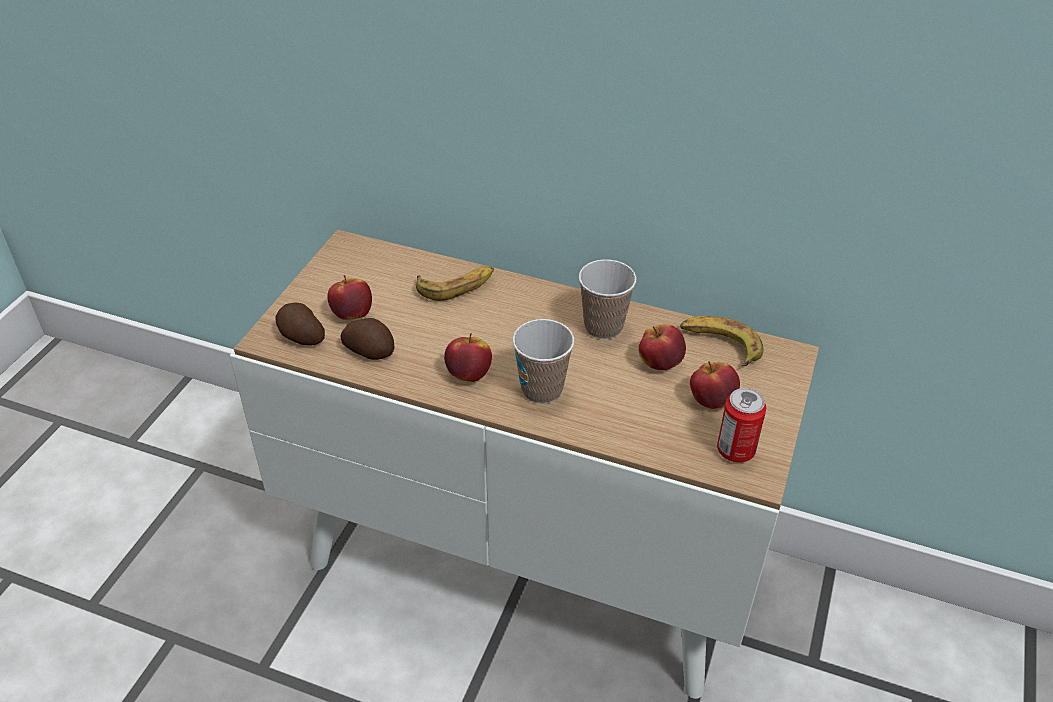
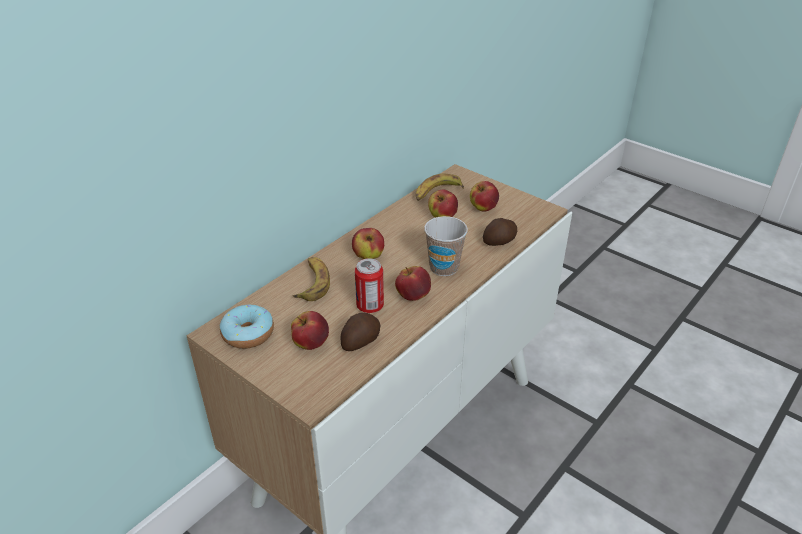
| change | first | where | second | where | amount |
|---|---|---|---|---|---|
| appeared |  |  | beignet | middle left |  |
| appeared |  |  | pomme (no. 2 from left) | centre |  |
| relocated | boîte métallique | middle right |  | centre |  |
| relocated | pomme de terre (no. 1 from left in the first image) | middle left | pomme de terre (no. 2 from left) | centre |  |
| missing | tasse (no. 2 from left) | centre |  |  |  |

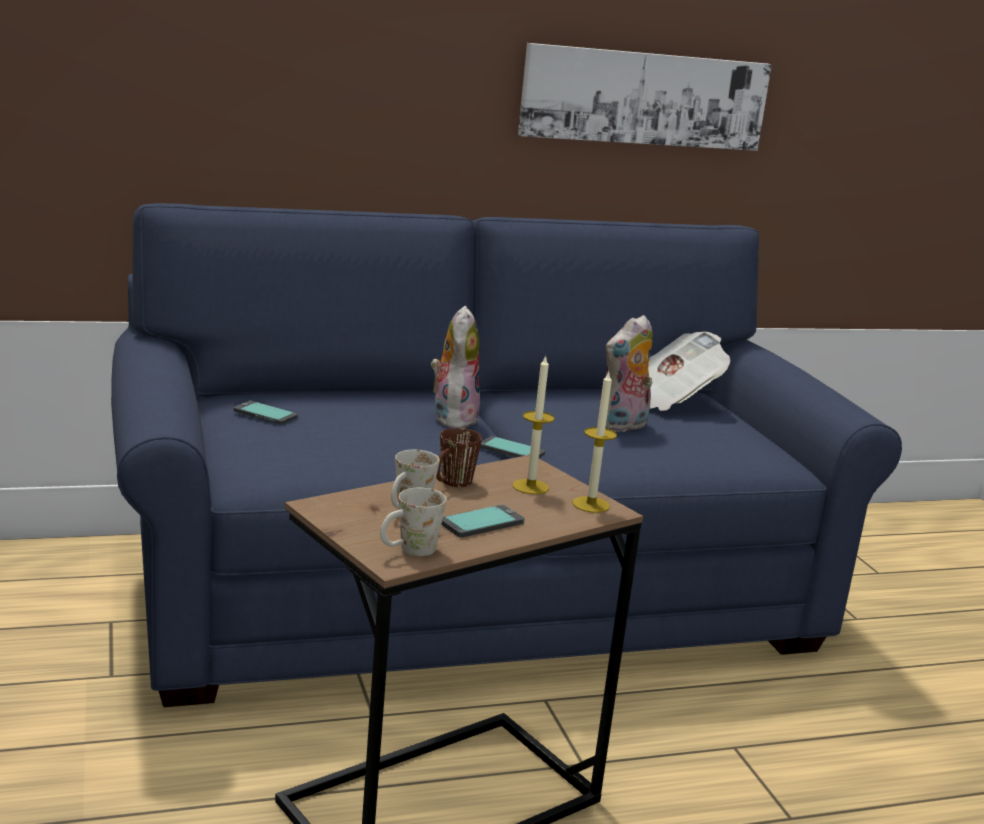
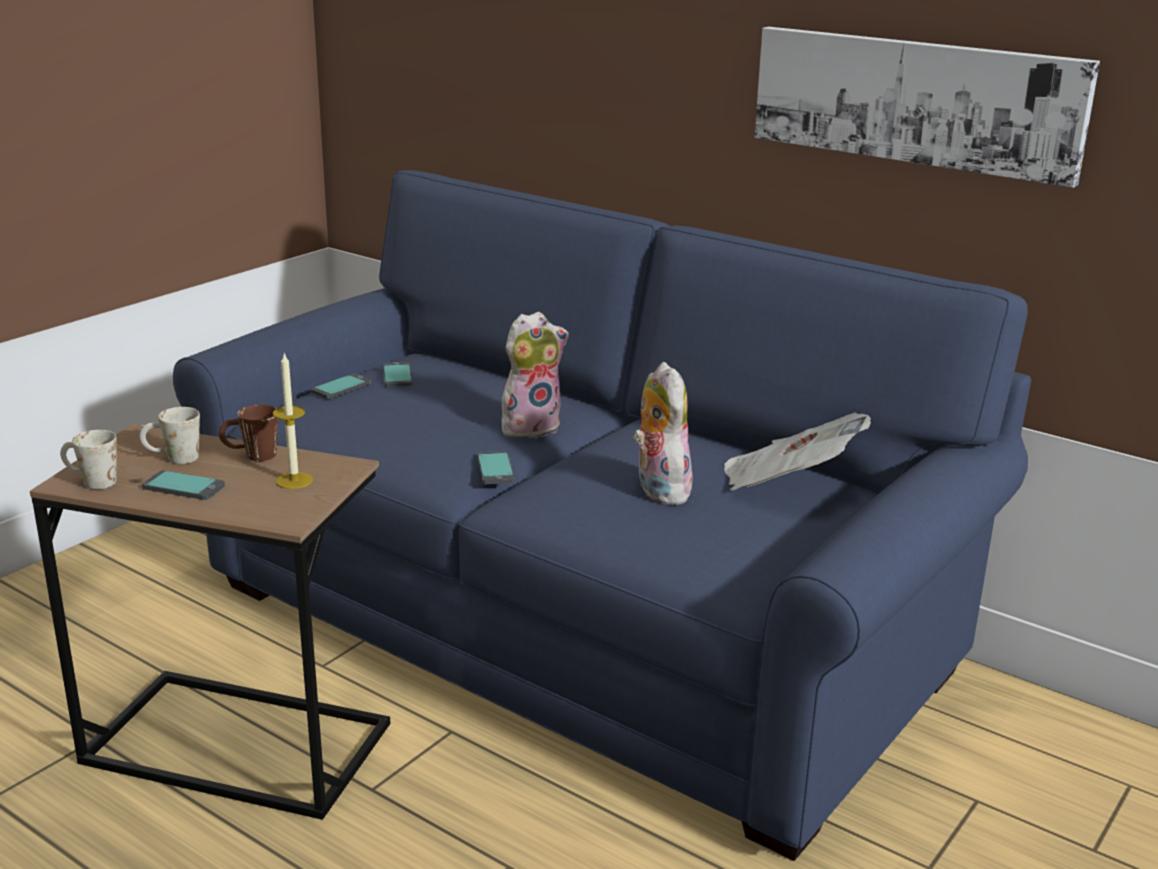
| change | first | where | second | where | amount |
|---|---|---|---|---|---|
| appeared |  |  | téléphone (no. 2 from left) | middle left |  |
| spun | peluche (no. 2 from left) | centre |  | centre | 60 degrees clockwise |
| missing | bougie (no. 2 from left) | centre |  |  |  |

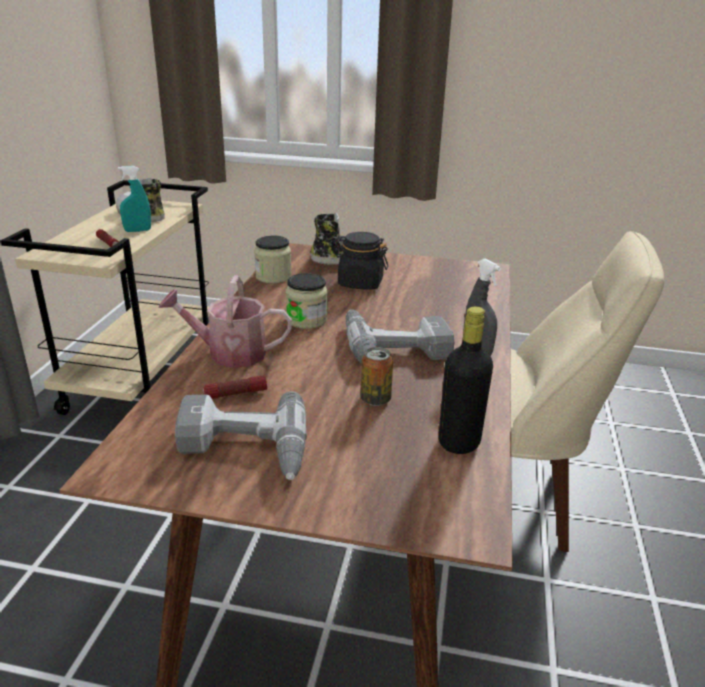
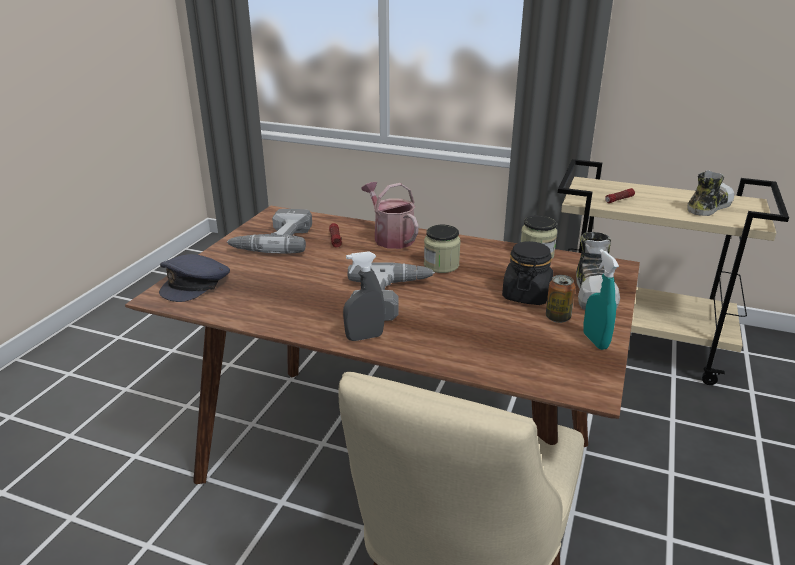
| change | first | where | second | where | amount |
|---|---|---|---|---|---|
| appeared |  |  | casquette/gris | middle left |  |
| spun | arrosoir | middle left |  | centre | 45 degrees counterclockwise |
| relocated | boîte métallique | centre |  | middle right |  |
| relocated | vaporisateur/turquoise | top left |  | middle right |  |
| missing | bouteille/noir | centre |  |  |  |

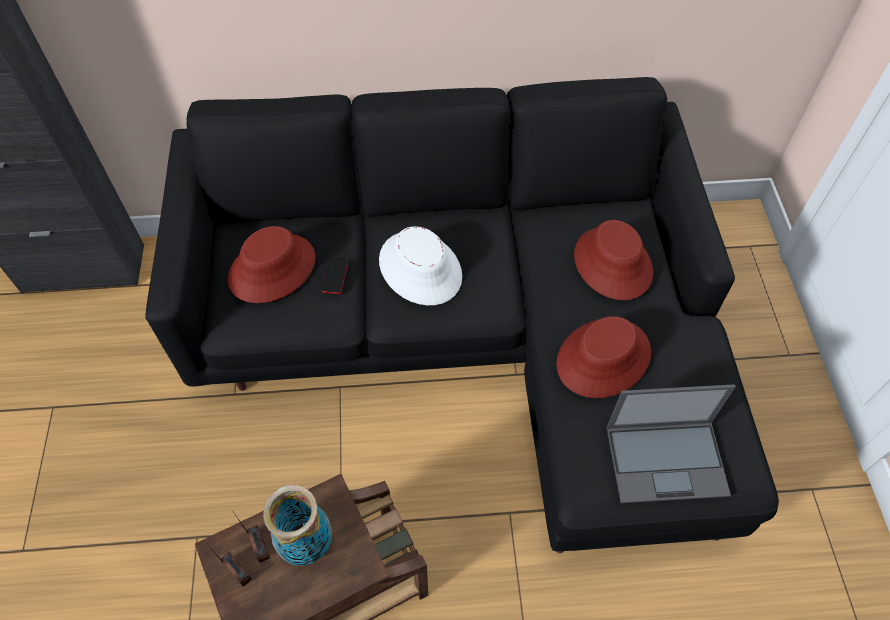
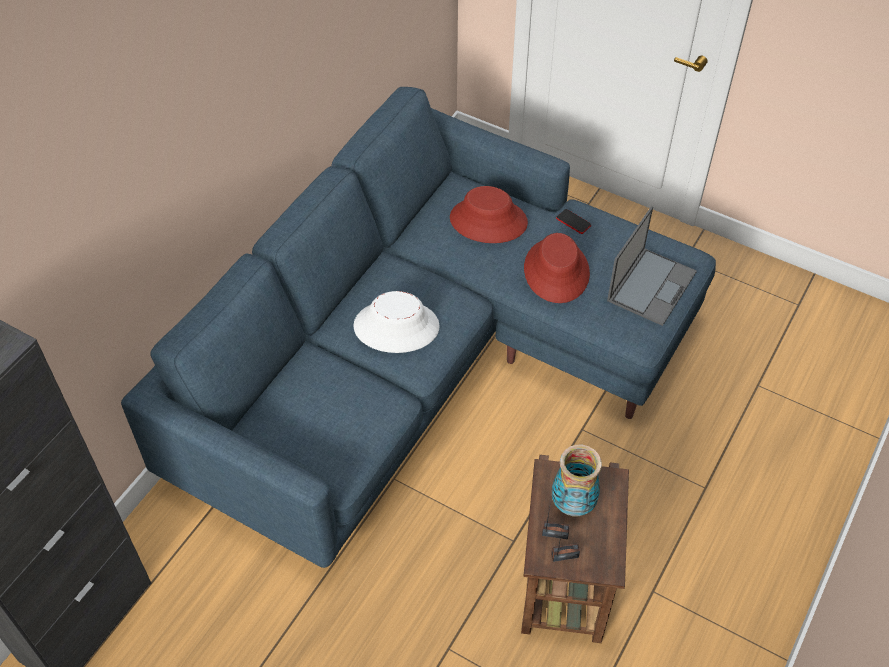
| change | first | where | second | where | amount |
|---|---|---|---|---|---|
| colour | canapé/noir | centre | canapé/bleu | centre |  |
| relocated | téléphone | centre |  | top centre |  |
| missing | chapeau/rouge (no. 1 from left) | middle left |  |  |  |

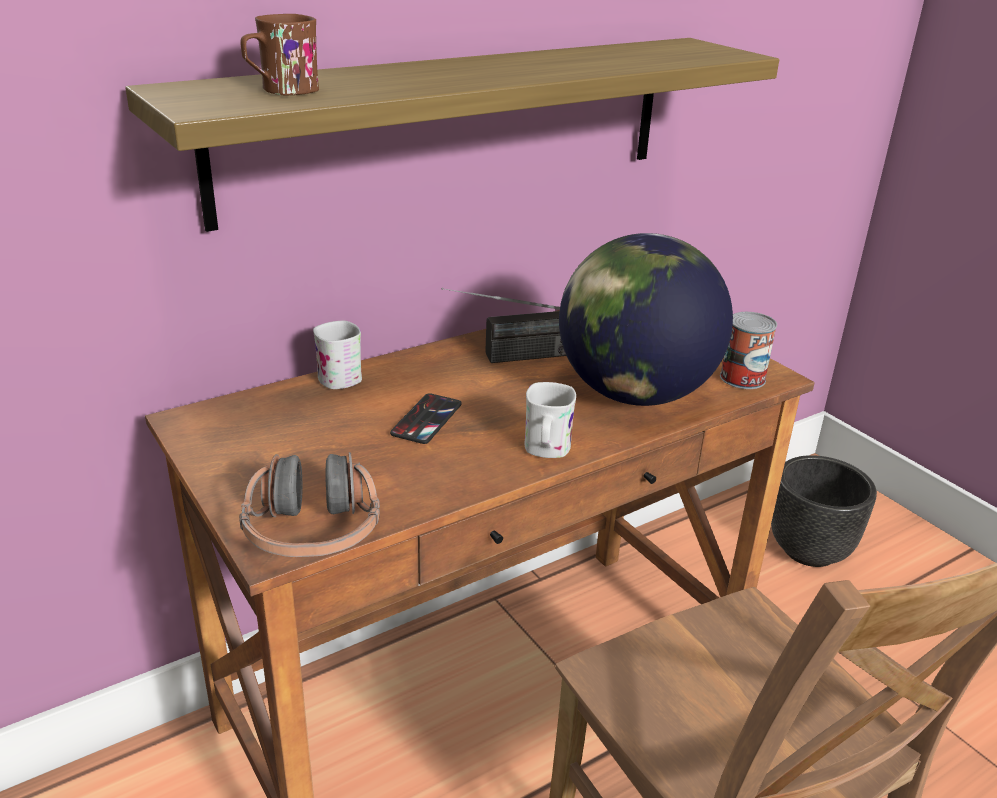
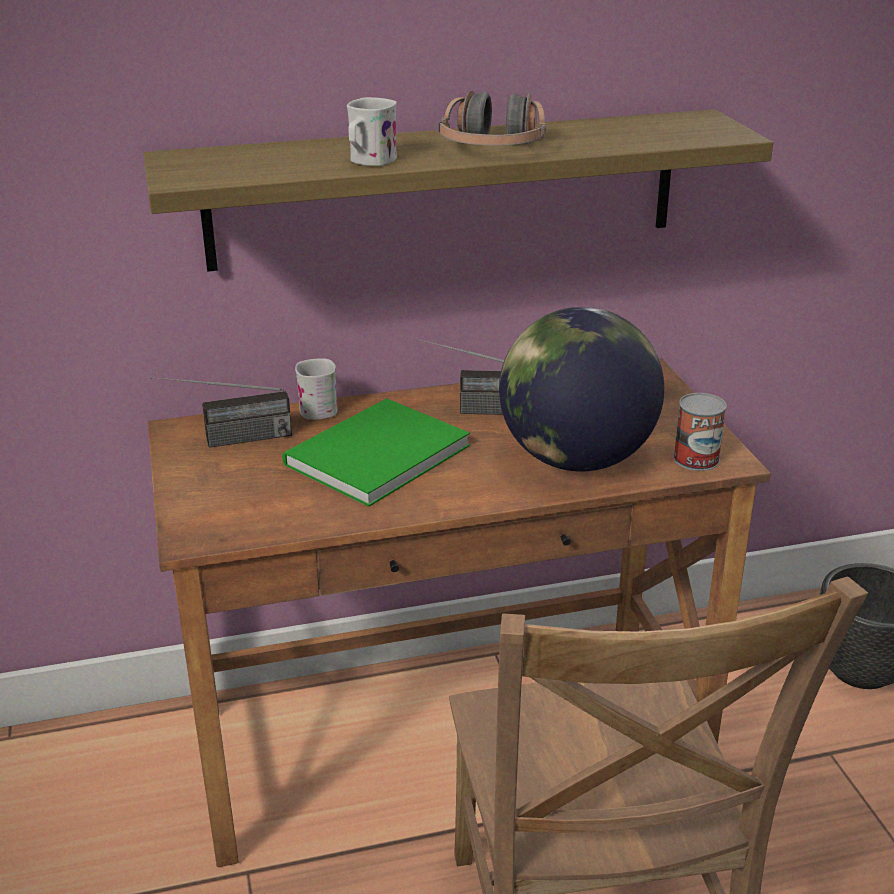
| change | first | where | second | where | amount |
|---|---|---|---|---|---|
| appeared |  |  | radio (no. 1 from left) | middle left |  |
| exchanged | téléphone | centre | livre/vert | centre |  |
| relocated | mug/blanc (no. 2 from left) | centre |  | top centre |  |
| relocated | casque audio | middle left |  | top centre |  |
| missing | mug/marron | top left |  |  |  |

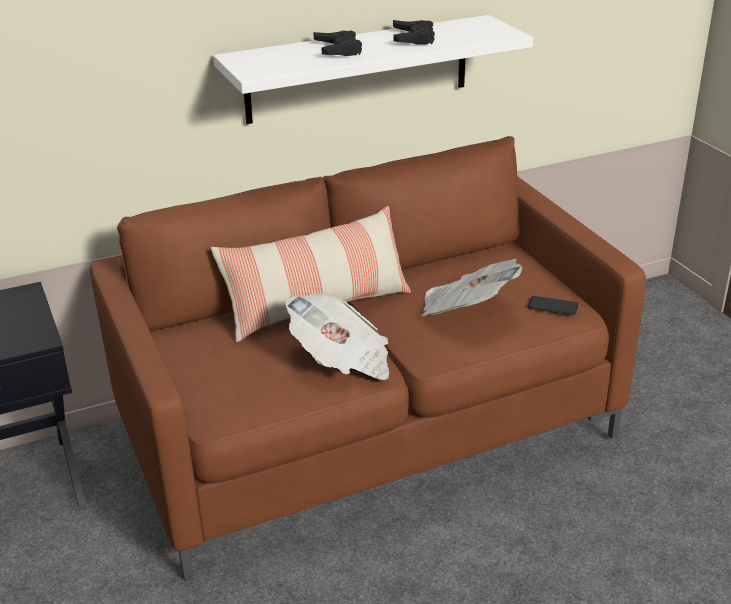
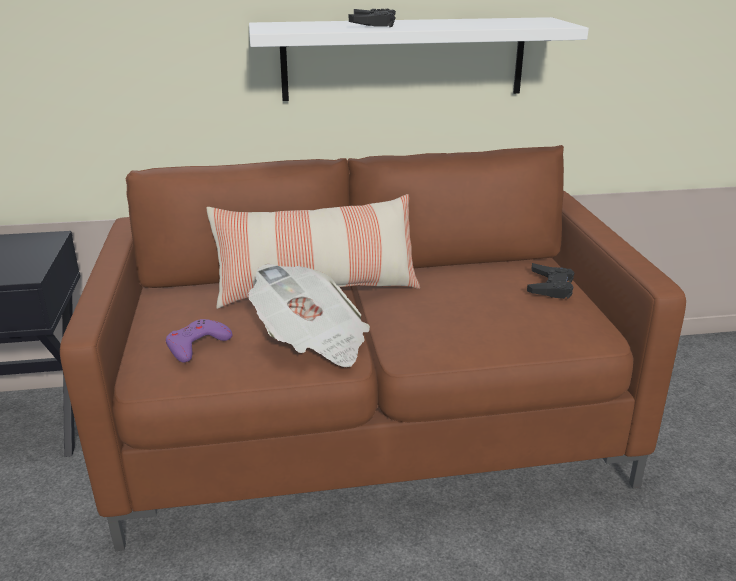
| change | first | where | second | where | amount |
|---|---|---|---|---|---|
| appeared |  |  | manette/violet | middle left |  |
| relocated | manette/noir (no. 2 from left) | top centre |  | middle right |  |
| missing | journal (no. 2 from left) | centre |  |  |  |
| missing | téléphone | middle right |  |  |  |

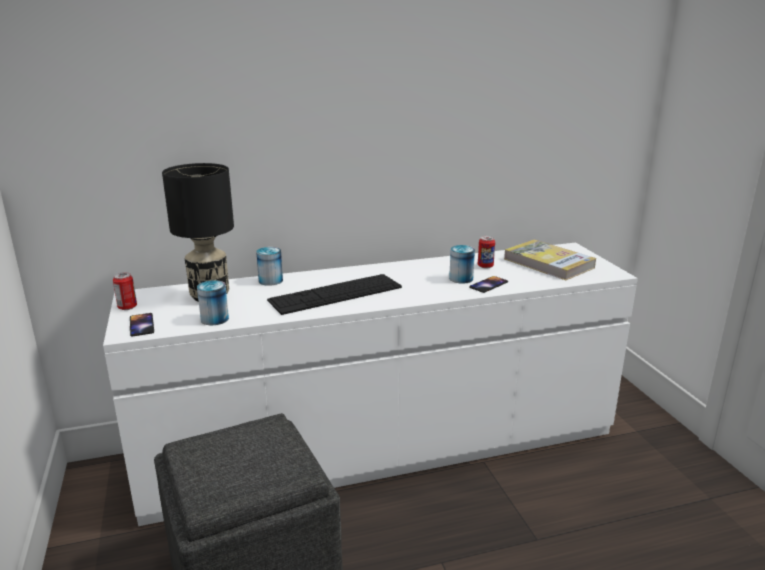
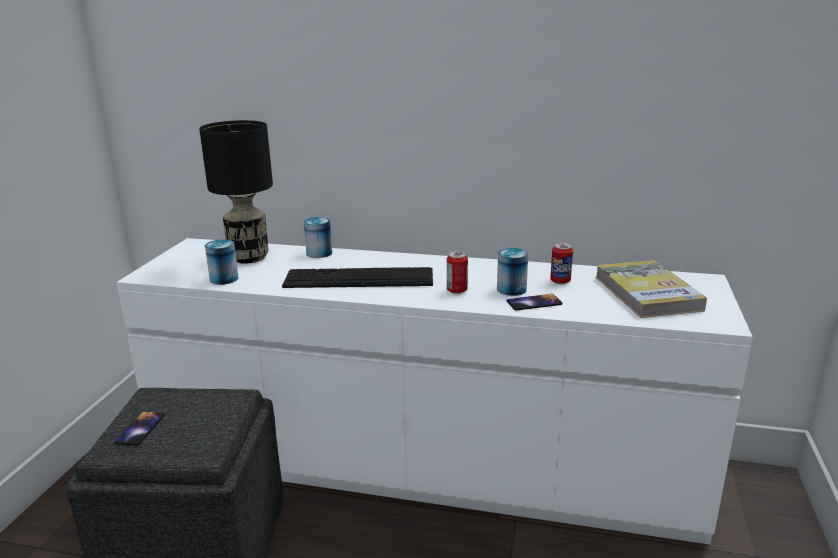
| change | first | where | second | where | amount |
|---|---|---|---|---|---|
| relocated | téléphone (no. 1 from left) | middle left |  | bottom left |  |
| relocated | boîte métallique (no. 1 from left in the first image) | middle left | boîte métallique (no. 3 from left) | centre |  |

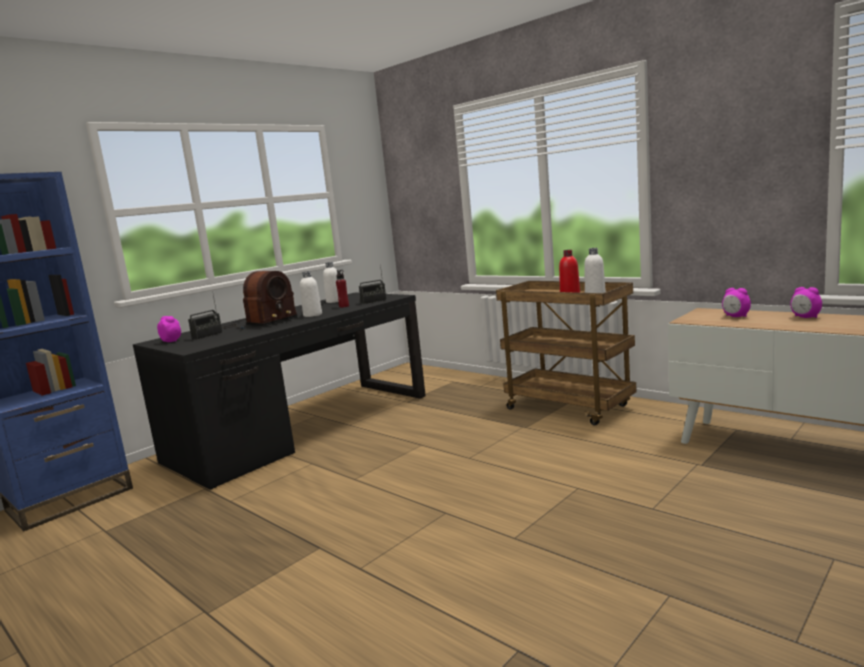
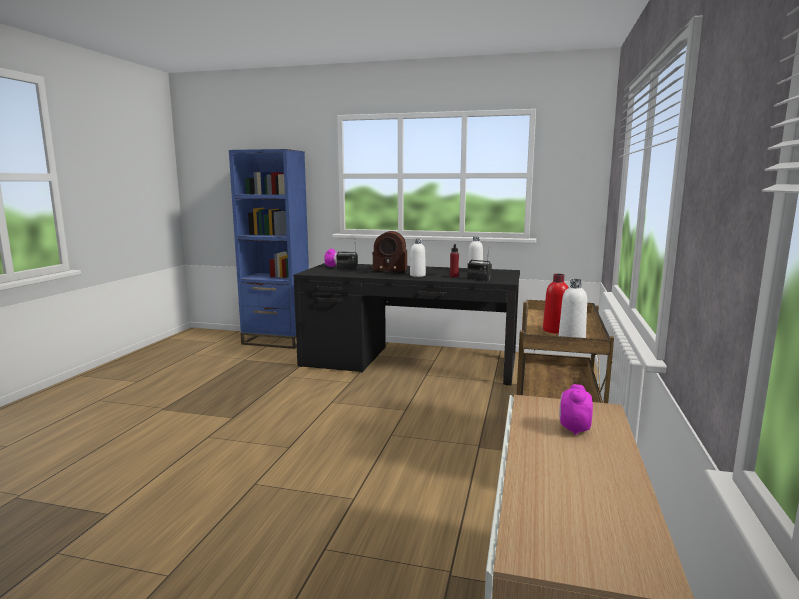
| change | first | where | second | where | amount |
|---|---|---|---|---|---|
| missing | réveil (no. 3 from left) | middle right |  |  |  |

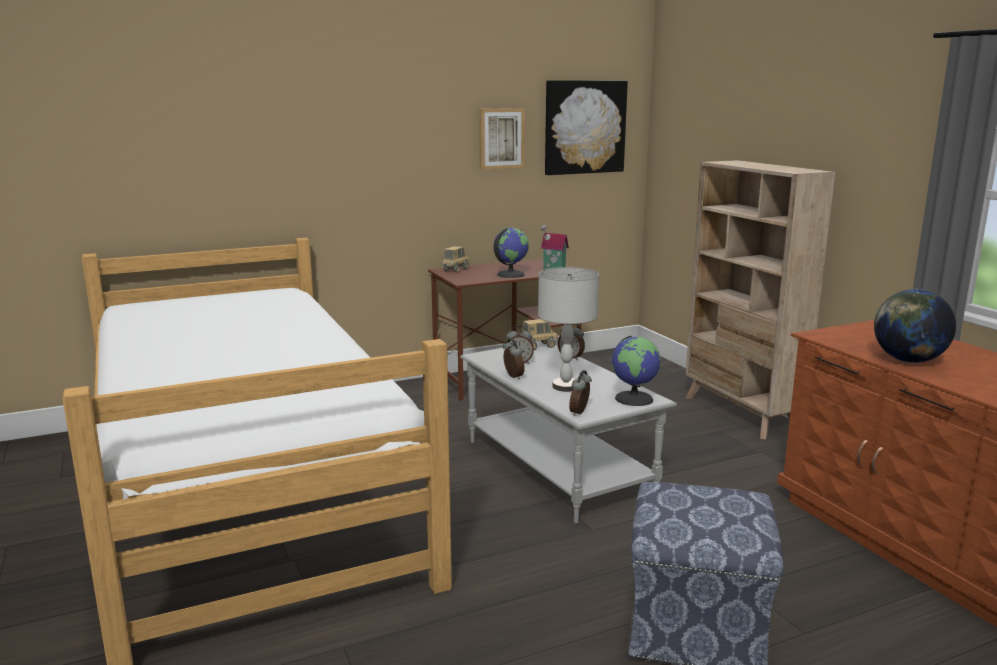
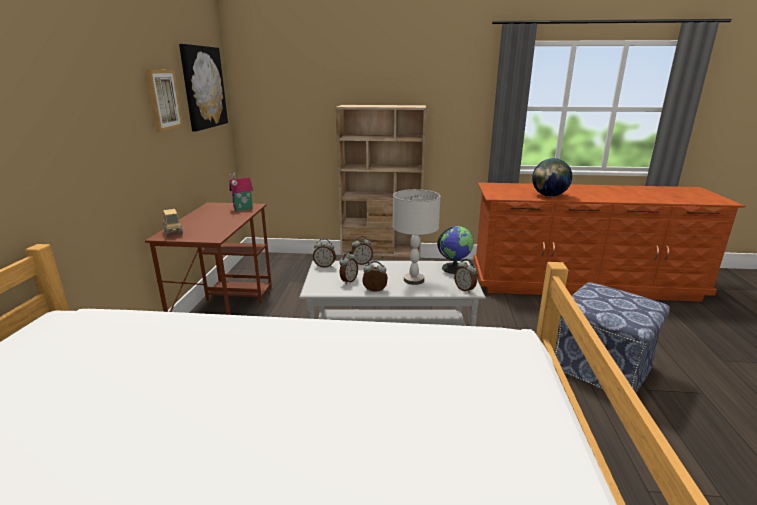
| change | first | where | second | where | amount |
|---|---|---|---|---|---|
| exchanged | camion jouet (no. 2 from left) | centre | réveil (no. 1 from left) | centre |  |
| missing | globe (no. 1 from left) | centre |  |  |  |

